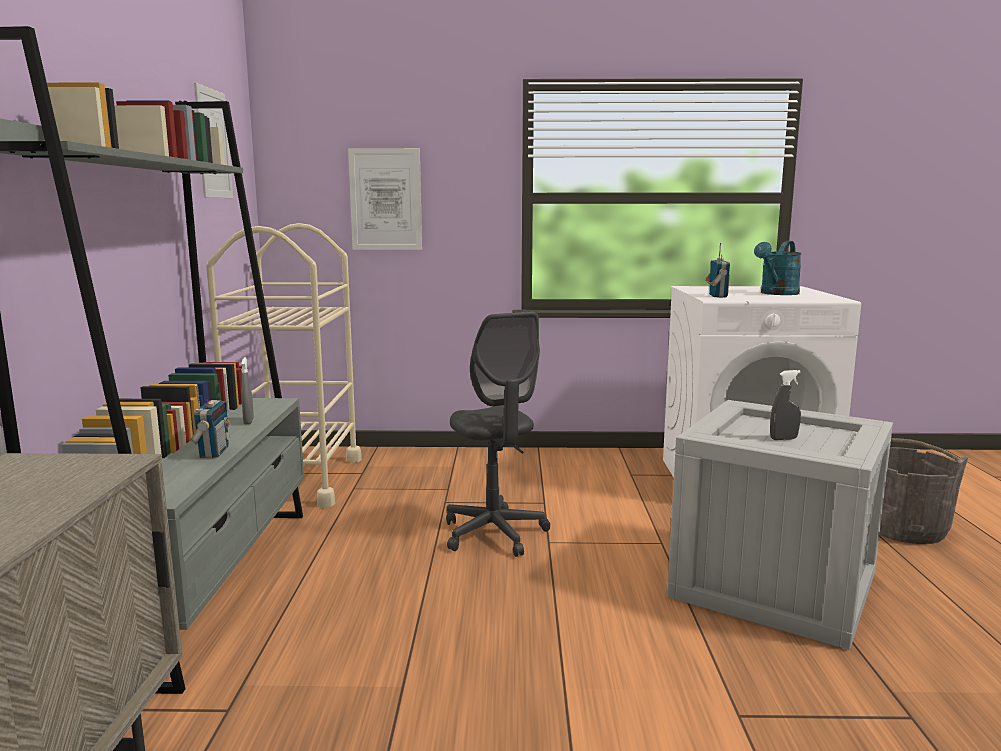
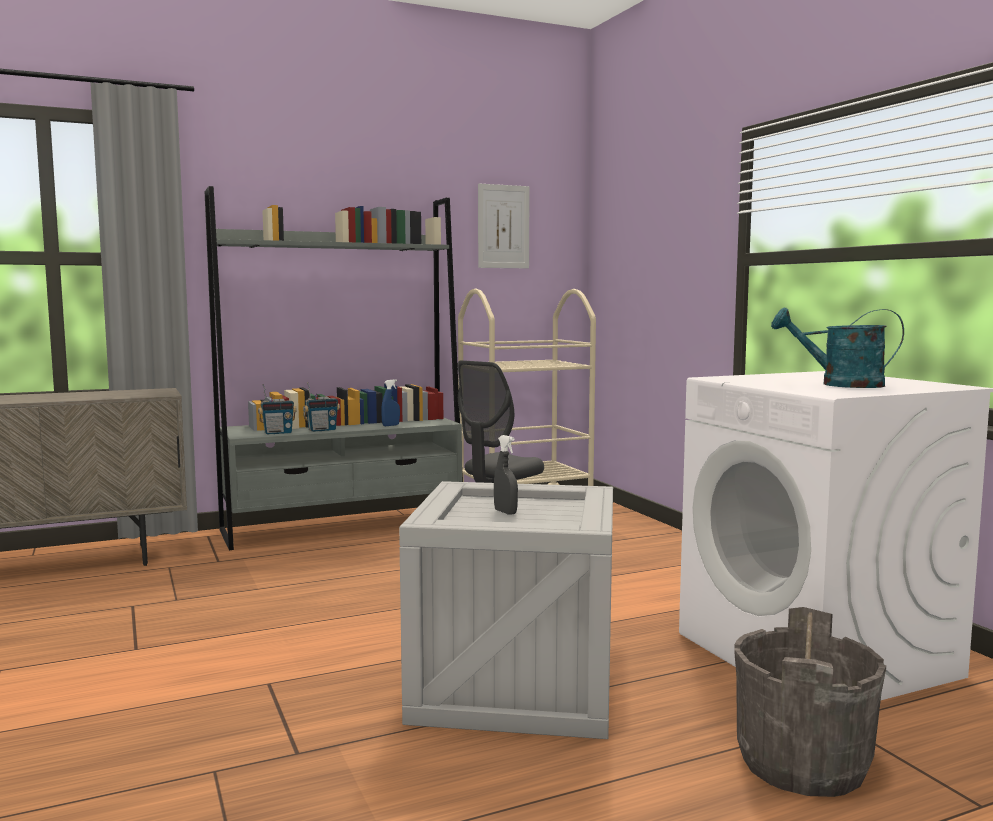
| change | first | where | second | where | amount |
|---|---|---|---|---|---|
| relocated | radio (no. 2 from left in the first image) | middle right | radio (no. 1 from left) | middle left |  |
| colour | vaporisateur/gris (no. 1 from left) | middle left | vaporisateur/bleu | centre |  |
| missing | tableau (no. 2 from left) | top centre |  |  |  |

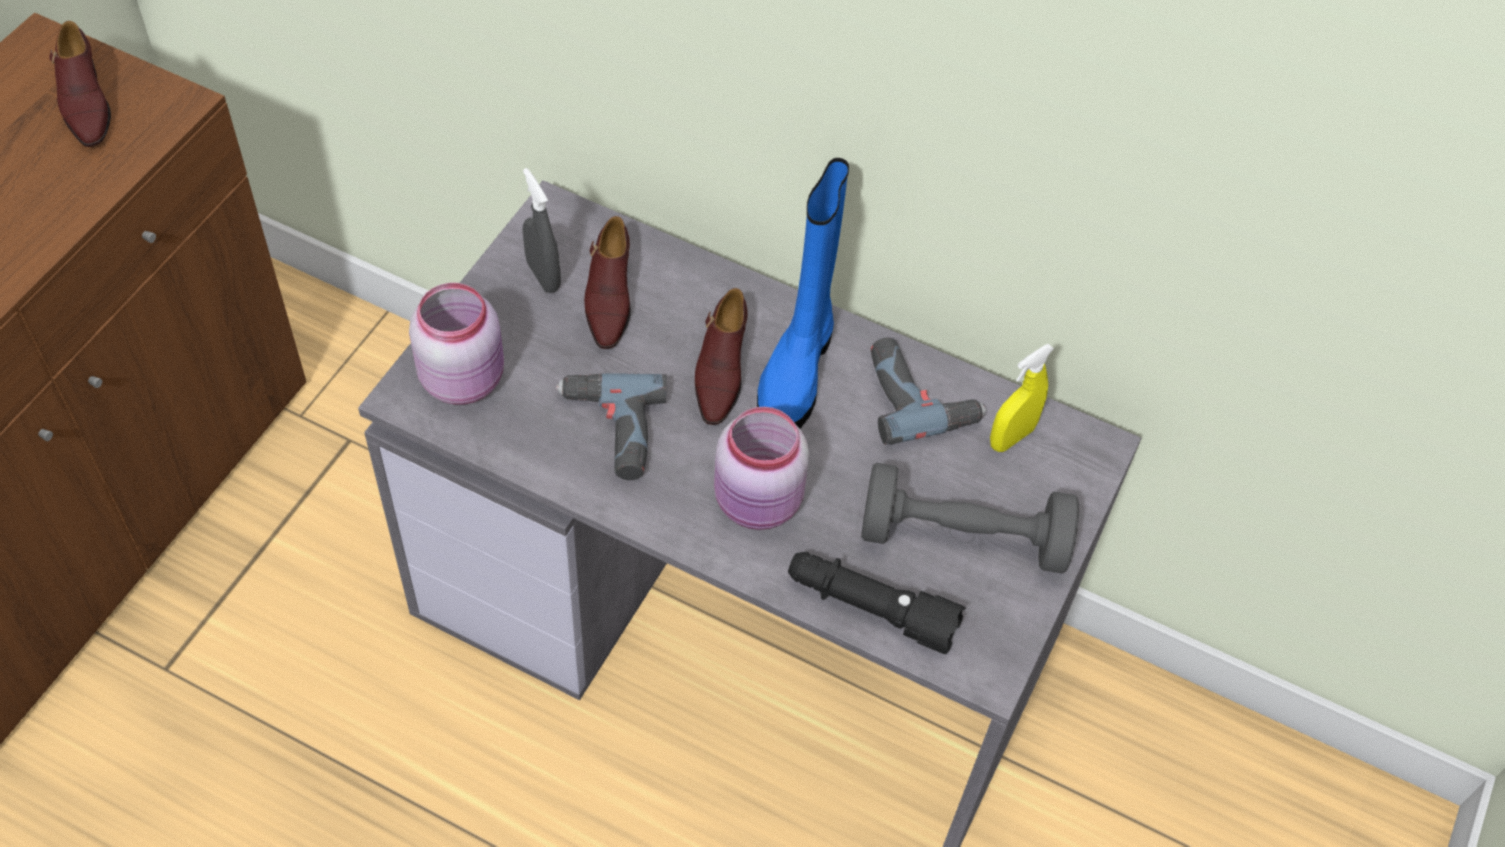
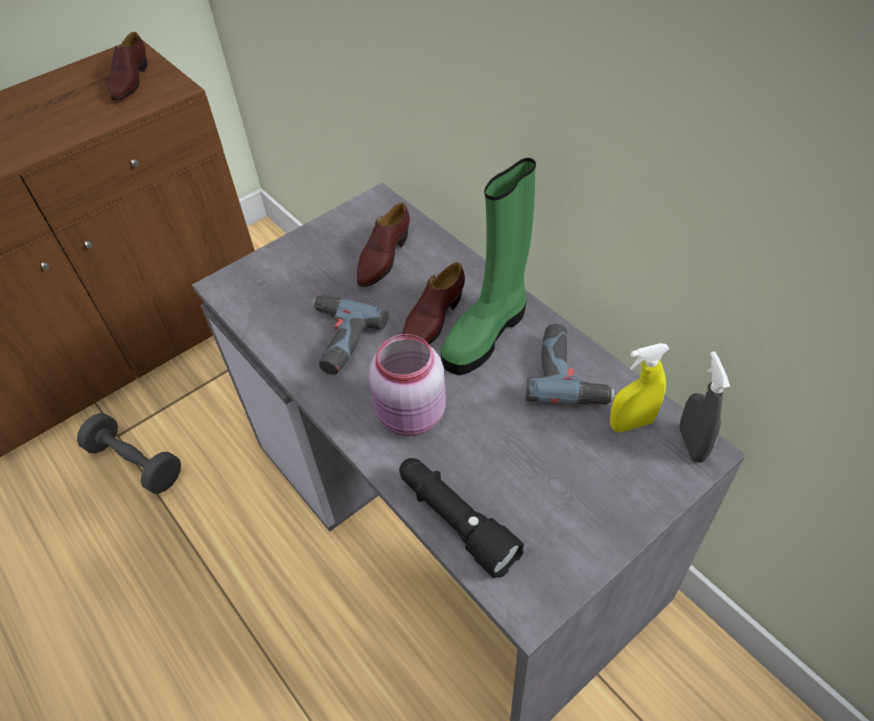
| change | first | where | second | where | amount |
|---|---|---|---|---|---|
| relocated | haltère/gris | centre |  | middle left |  |
| colour | botte/bleu | centre | botte/vert | centre |  |
| relocated | vaporisateur/gris | top centre |  | middle right |  |
| missing | bocal/rose (no. 1 from left) | middle left |  |  |  |

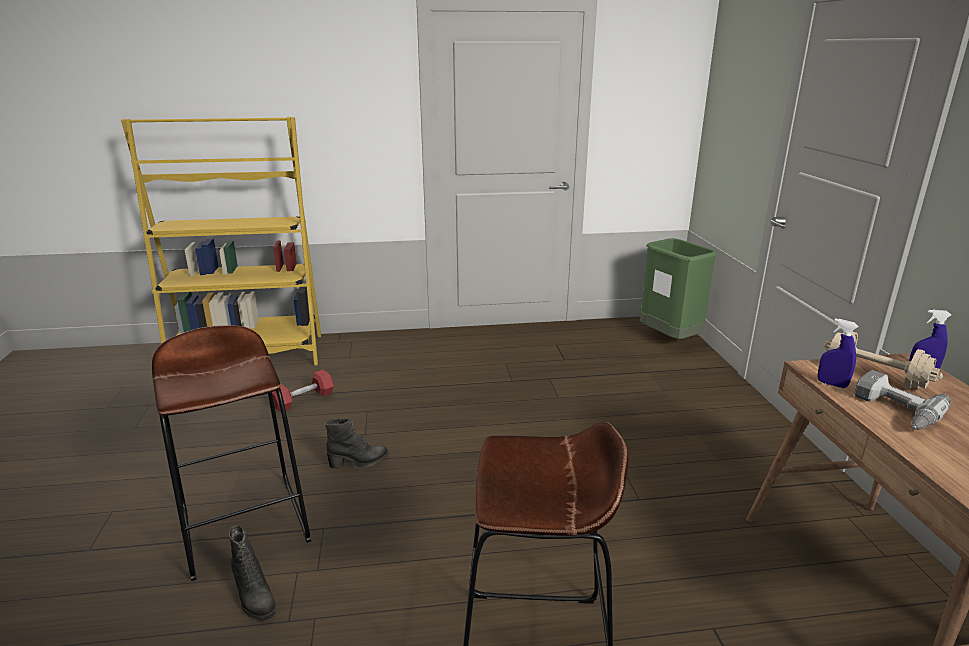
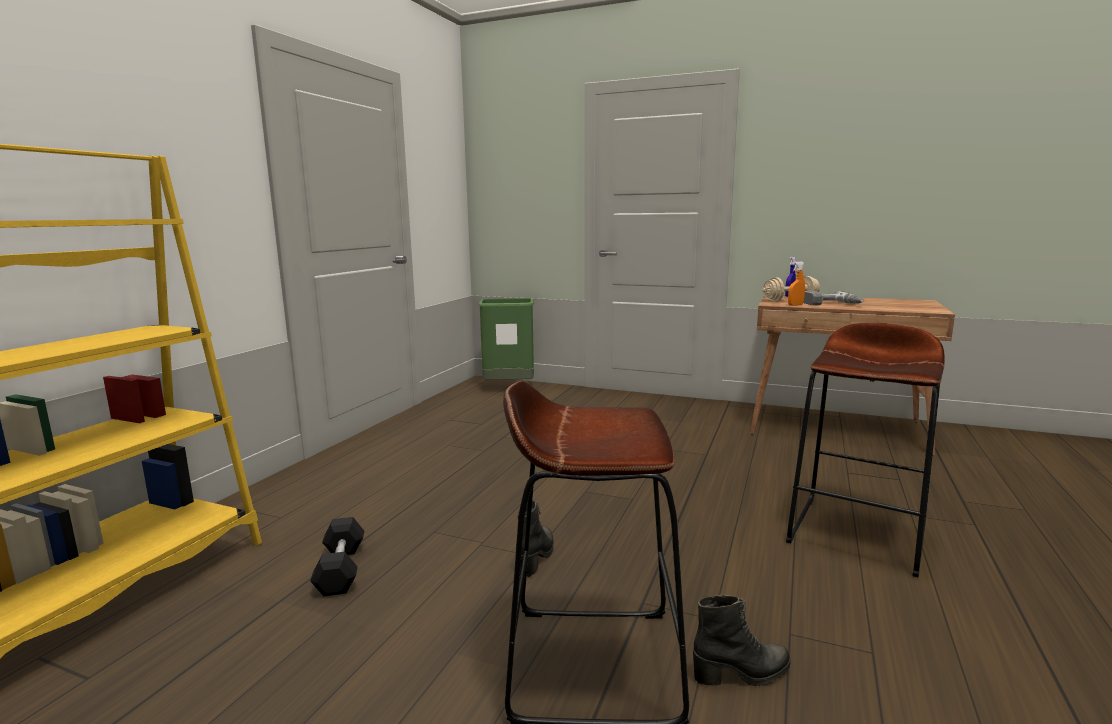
| change | first | where | second | where | amount |
|---|---|---|---|---|---|
| colour | haltère/rouge | middle left | haltère/noir | bottom left |  |
| colour | vaporisateur/bleu (no. 1 from left) | middle right | vaporisateur/orange | middle right |  |

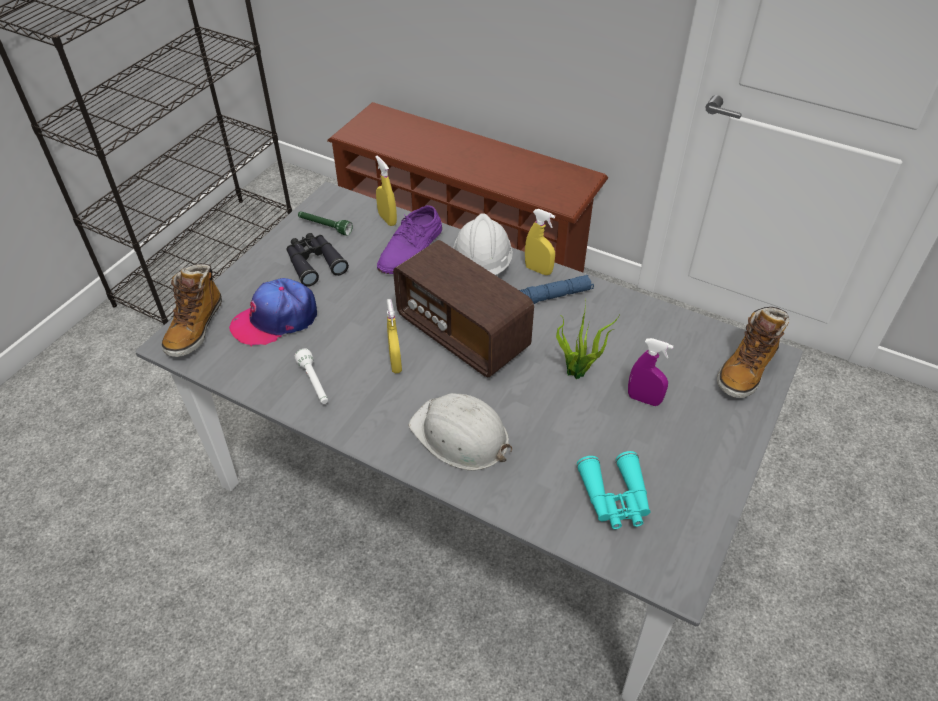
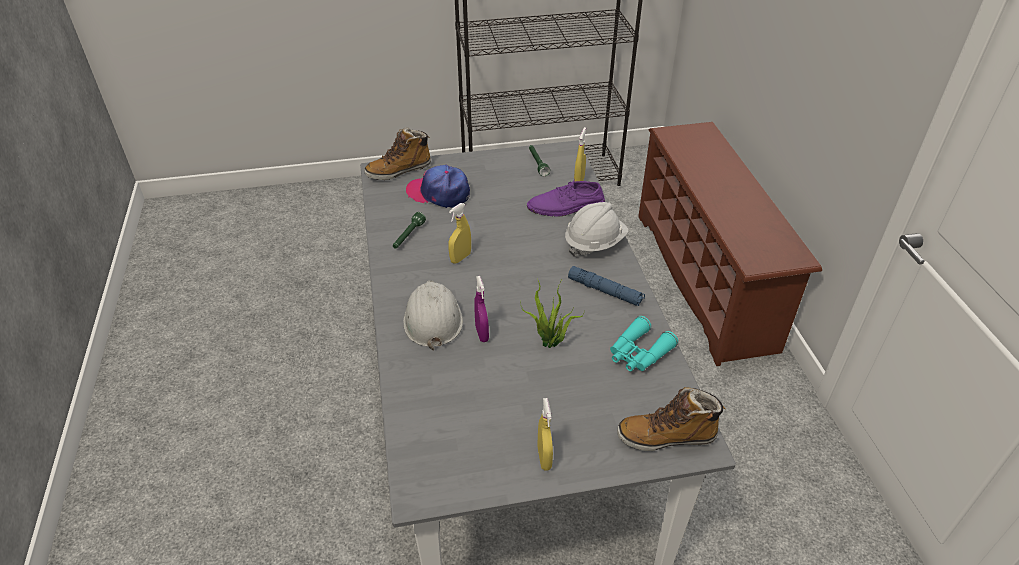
| change | first | where | second | where | amount |
|---|---|---|---|---|---|
| colour | lampe de poche/blanc | middle left | lampe de poche/vert (no. 1 from left) | centre |  |
| relocated | vaporisateur/violet | middle right |  | centre |  |
| relocated | vaporisateur/jaune (no. 3 from left in the first image) | centre | vaporisateur/jaune (no. 2 from left) | bottom centre |  |
| relocated | jumelles/turquoise | bottom centre |  | centre |  |
| missing | jumelles/noir | centre |  |  |  |
| missing | radio | centre |  |  |  |

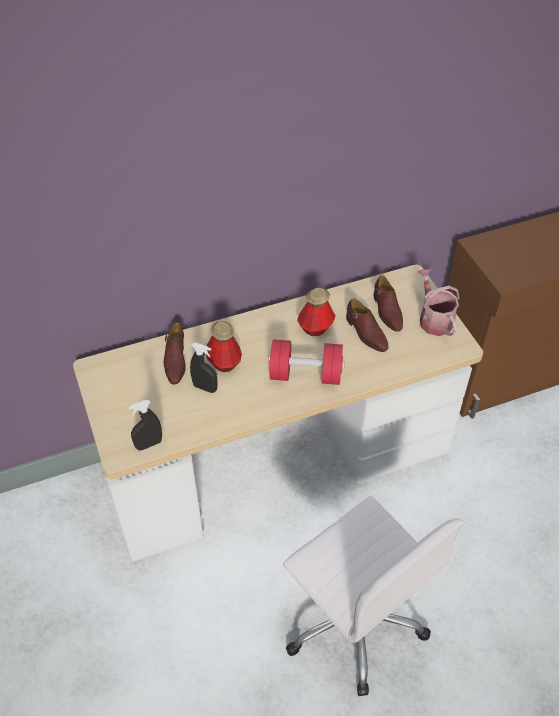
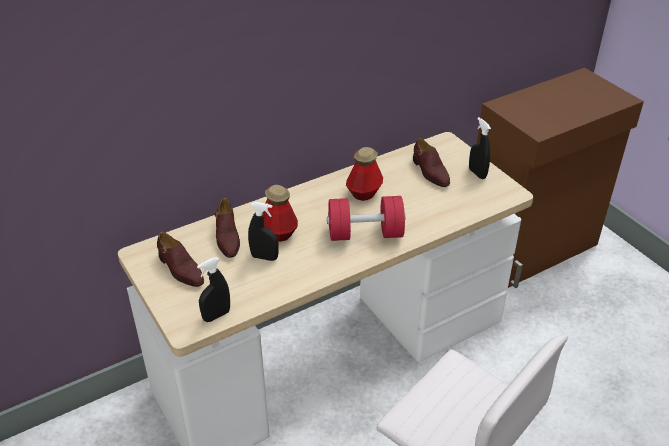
| change | first | where | second | where | amount |
|---|---|---|---|---|---|
| relocated | chaussure/marron (no. 2 from left in the first image) | centre | chaussure/marron (no. 1 from left) | middle left |  |
| exchanged | arrosoir | middle right | vaporisateur/noir (no. 3 from left) | top right |  |

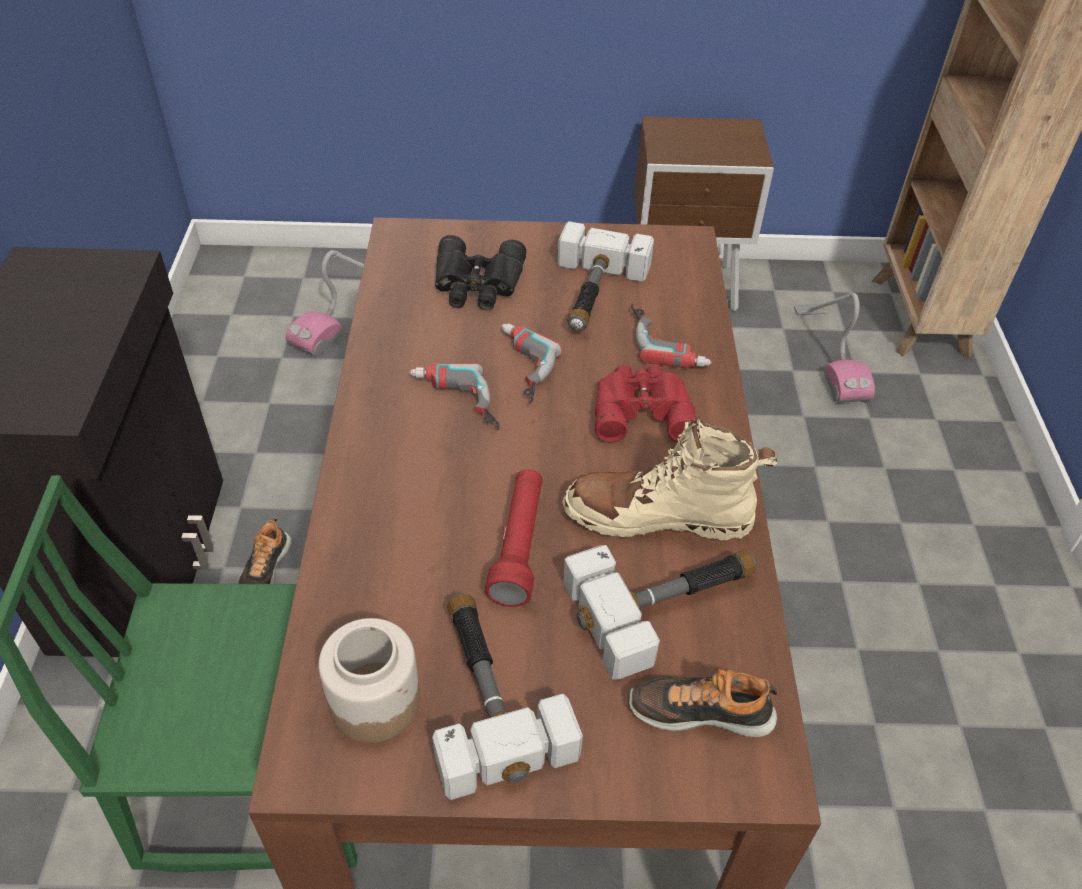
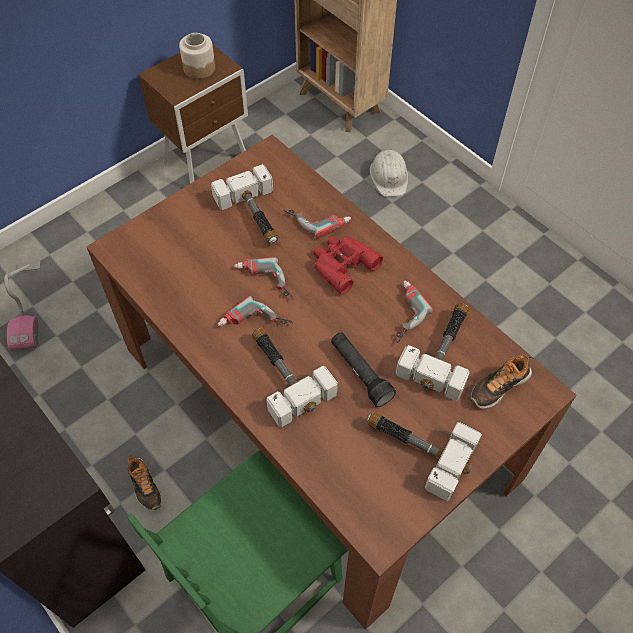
| change | first | where | second | where | amount |
|---|---|---|---|---|---|
| relocated | bocal | bottom centre |  | top left |  |
| appeared |  |  | marteau (no. 2 from left) | centre |  |
| colour | lampe de poche/rouge | centre | lampe de poche/noir | centre |  |
| appeared |  |  | casque de chantier/blanc | top centre |  |
| exchanged | botte/beige | centre | perceuse (no. 4 from left) | centre |  |
| missing | jumelles/noir | top centre |  |  |  |
| missing | aspirateur (no. 2 from left) | middle right |  |  |  |

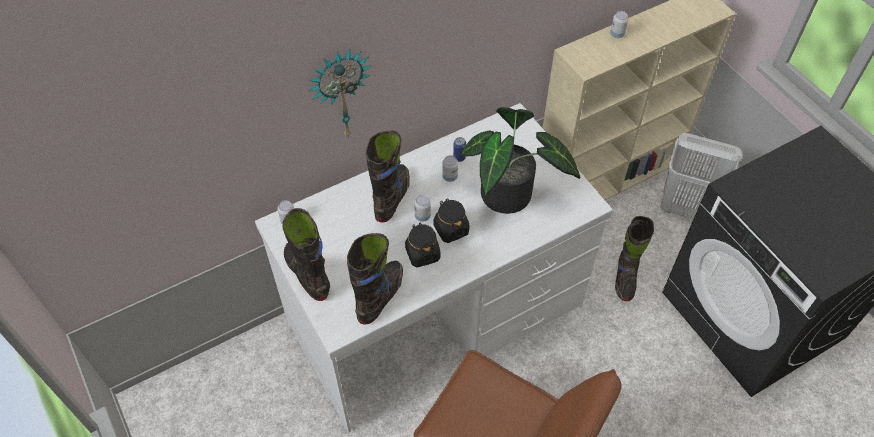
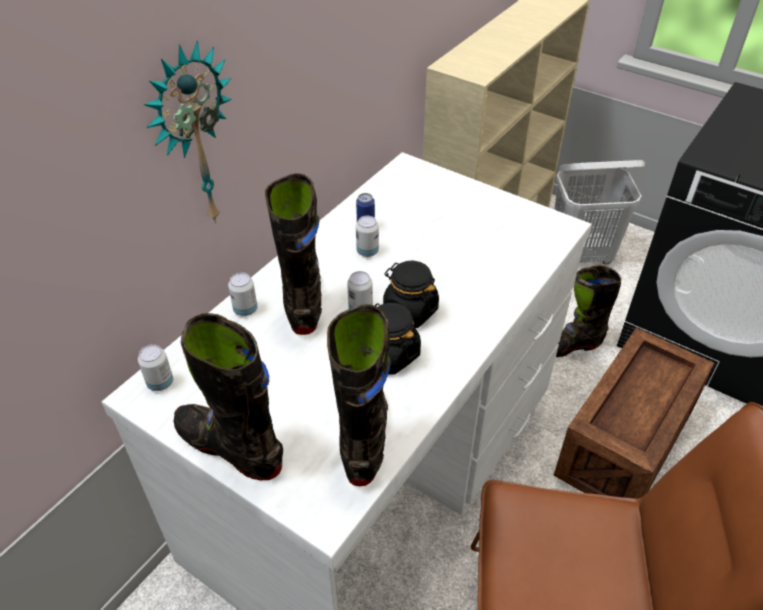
| change | first | where | second | where | amount |
|---|---|---|---|---|---|
| relocated | boîte métallique (no. 5 from left in the first image) | top right | boîte métallique (no. 2 from left) | middle left |  |
| appeared |  |  | caisse | bottom right |  |
| spun | botte/noir (no. 4 from left) | middle right |  | middle right | 90 degrees clockwise |
| missing | plante en pot | centre |  |  |  |

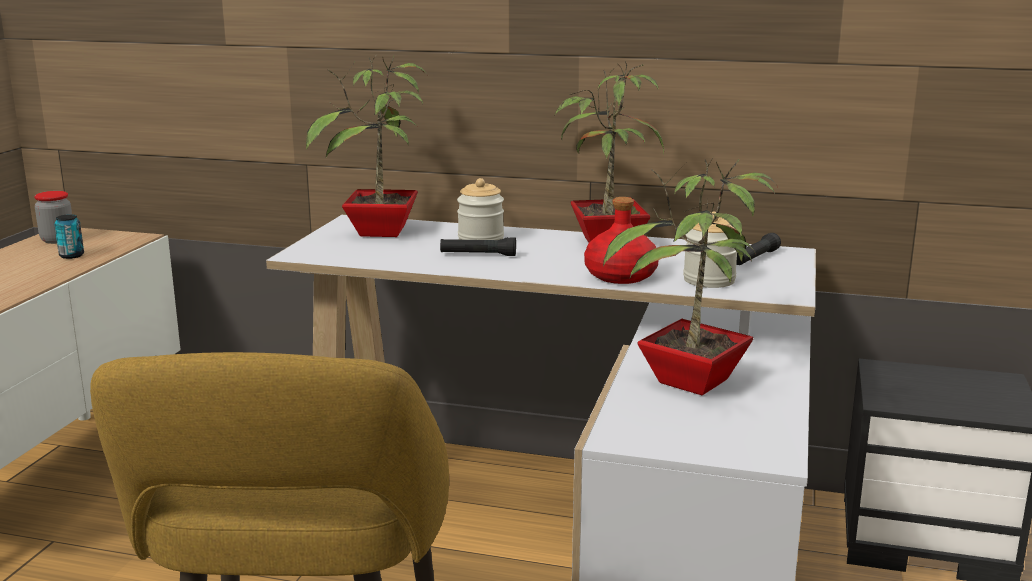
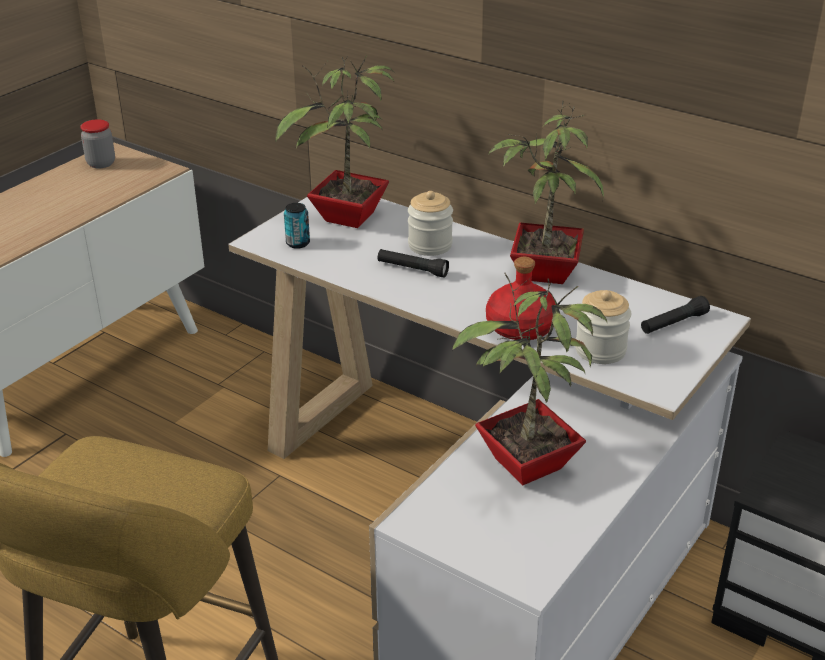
| change | first | where | second | where | amount |
|---|---|---|---|---|---|
| relocated | boîte métallique | middle left |  | centre |  |

